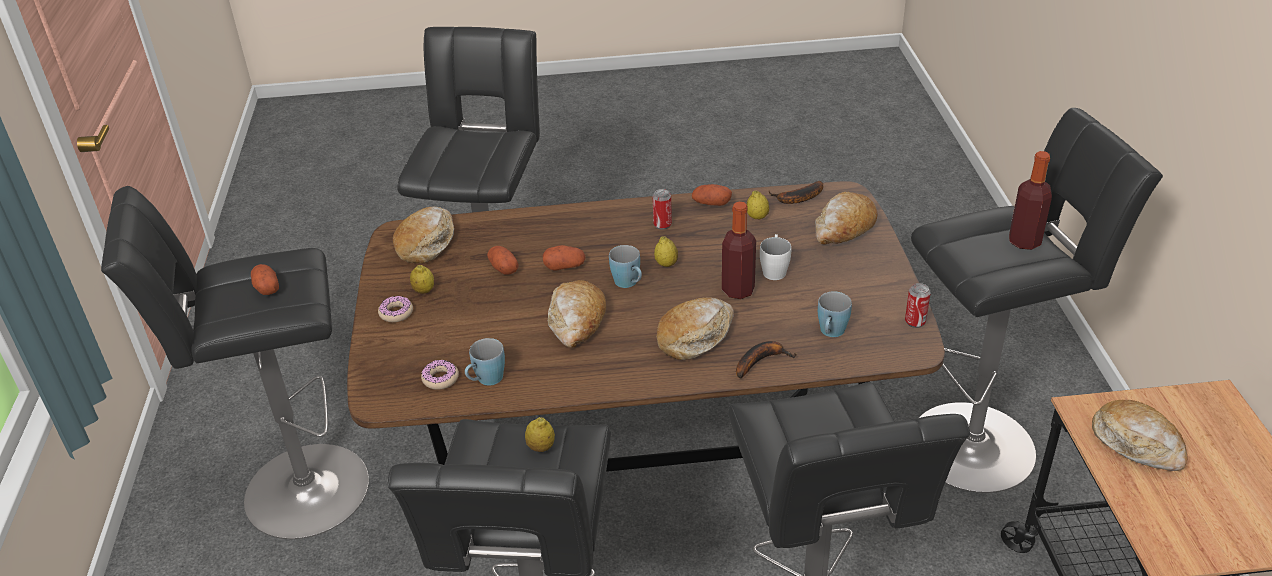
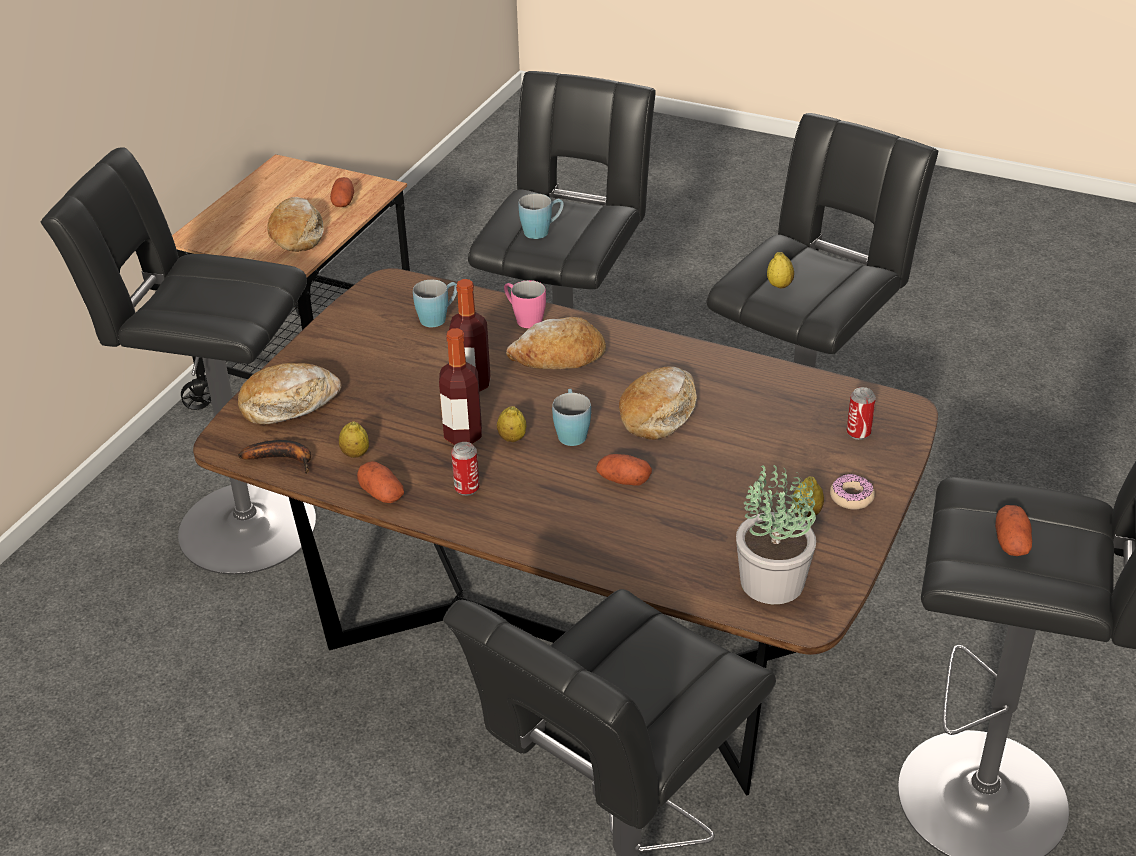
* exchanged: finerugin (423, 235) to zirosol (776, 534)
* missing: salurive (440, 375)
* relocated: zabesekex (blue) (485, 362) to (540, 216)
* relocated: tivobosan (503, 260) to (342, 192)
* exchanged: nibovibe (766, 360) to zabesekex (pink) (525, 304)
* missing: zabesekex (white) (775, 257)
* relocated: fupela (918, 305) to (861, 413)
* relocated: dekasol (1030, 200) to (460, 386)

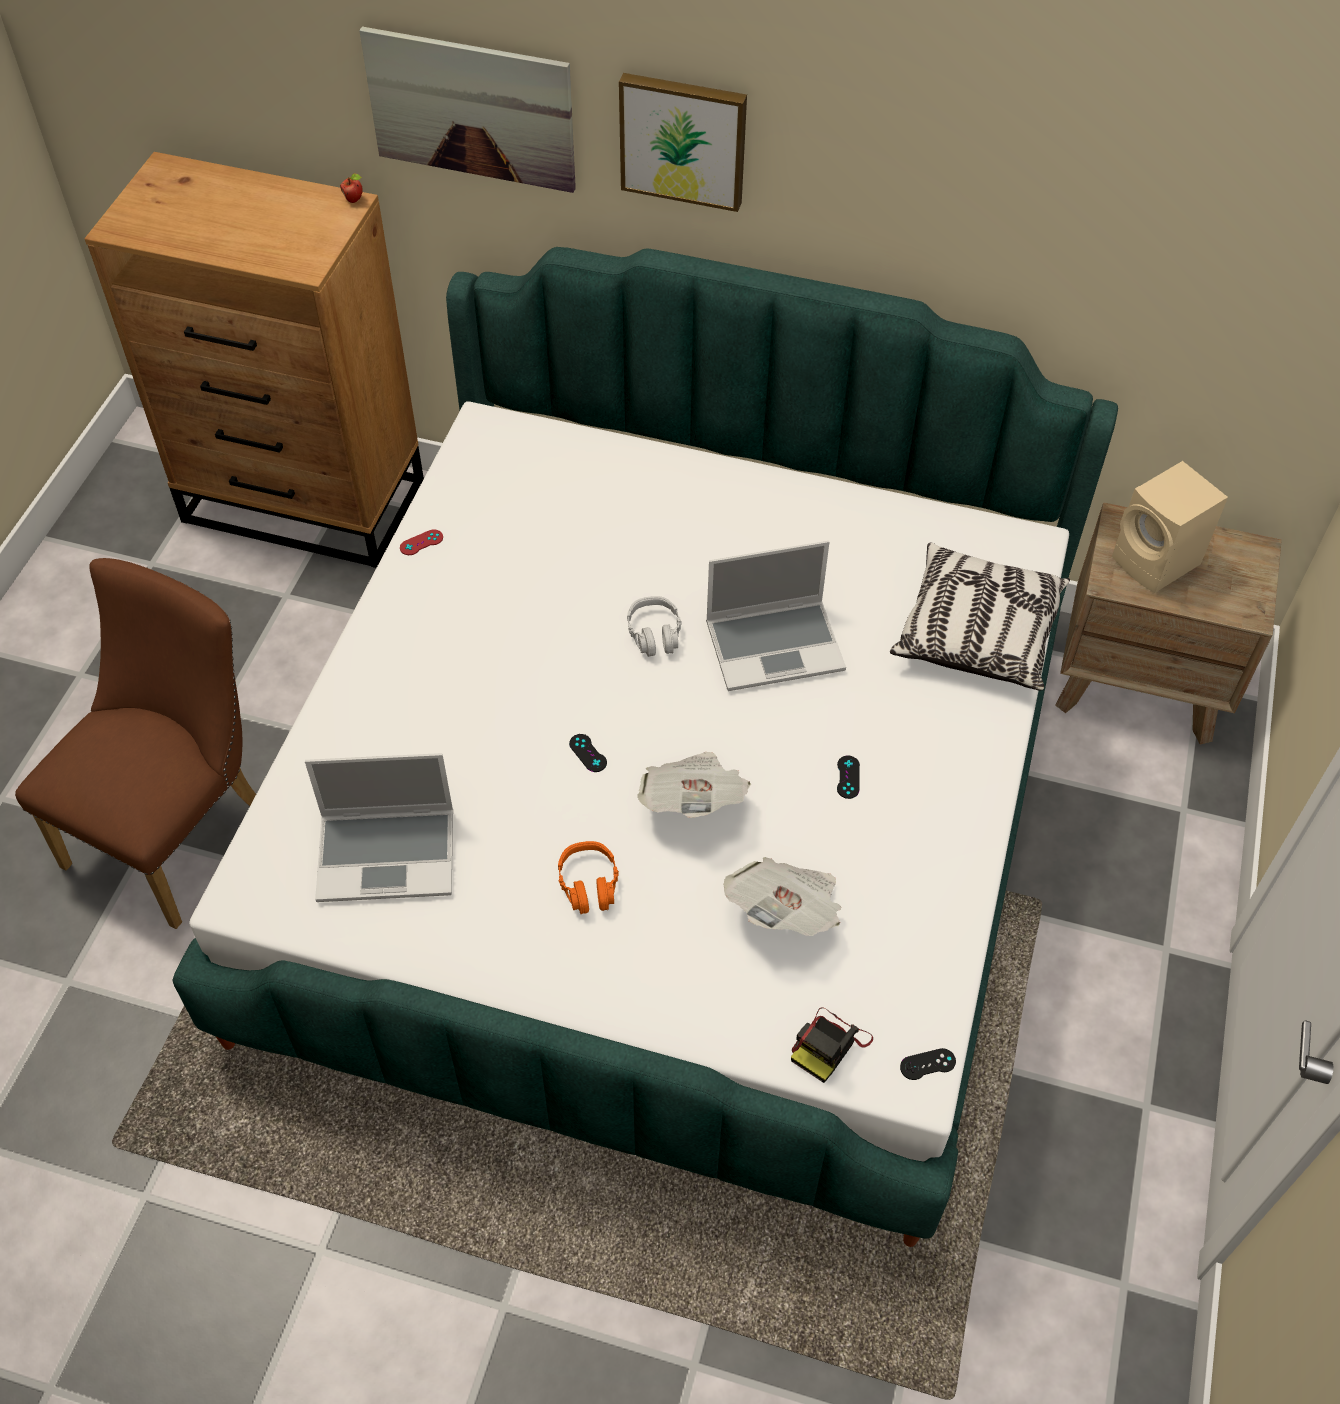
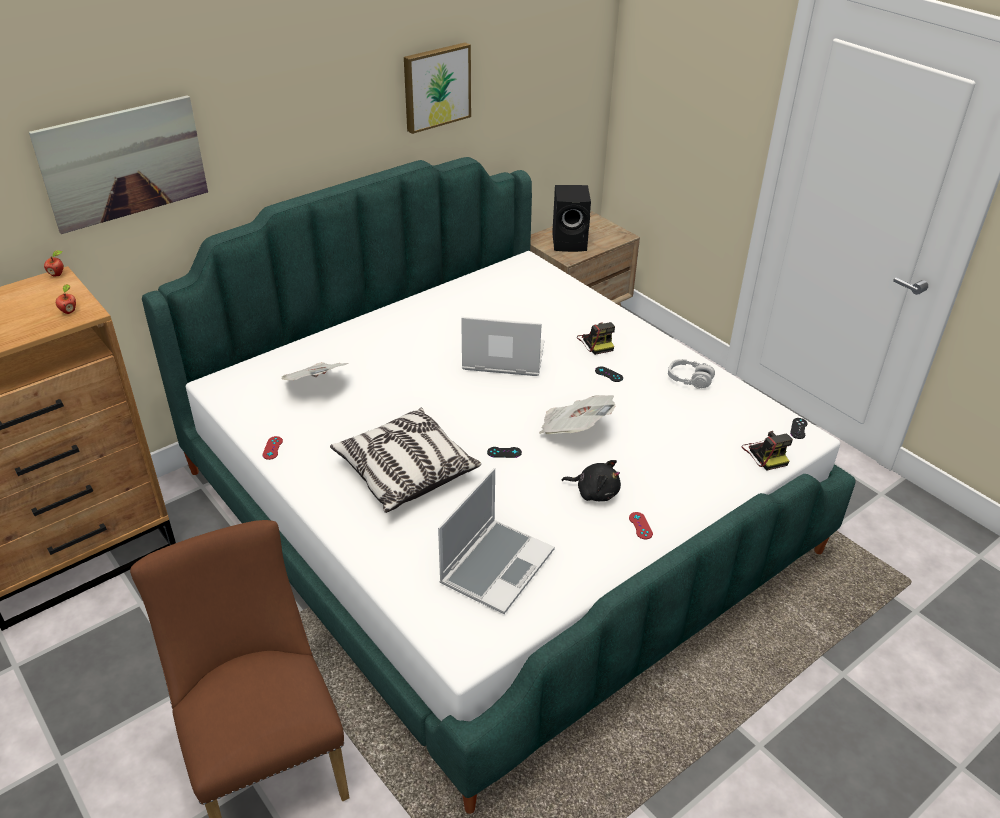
* exchanged: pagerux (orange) (588, 877) to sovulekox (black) (591, 480)
* relocated: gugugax (683, 142) to (437, 88)
* relocated: pagerux (grey) (654, 626) to (691, 373)
* spun: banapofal (776, 616) = (502, 346) 105 degrees counterclockwise
* relocated: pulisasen (782, 896) to (315, 371)
* relocated: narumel (980, 616) to (405, 460)
* colour: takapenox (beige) (1170, 527) to takapenox (black) (571, 218)
* appeared: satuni (66, 299)
* appeared: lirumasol (596, 338)
* appeared: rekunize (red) (641, 525)

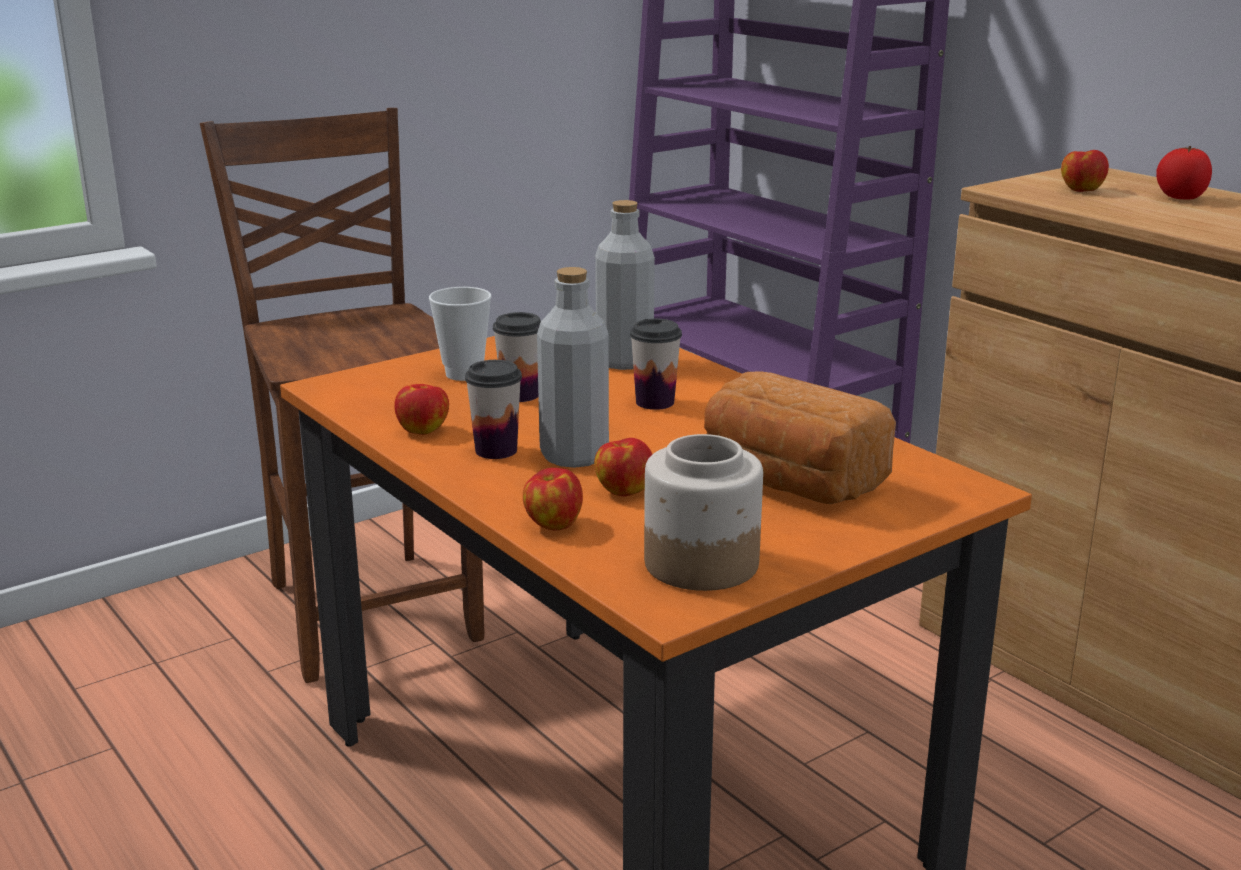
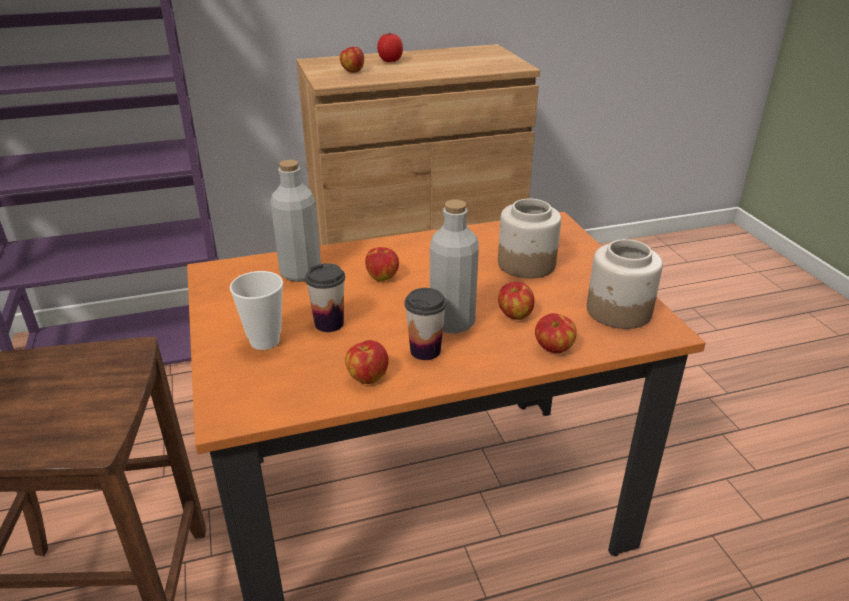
* exchanged: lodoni (656, 364) to satuni (382, 264)
* exchanged: finerugin (800, 437) to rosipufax (529, 238)

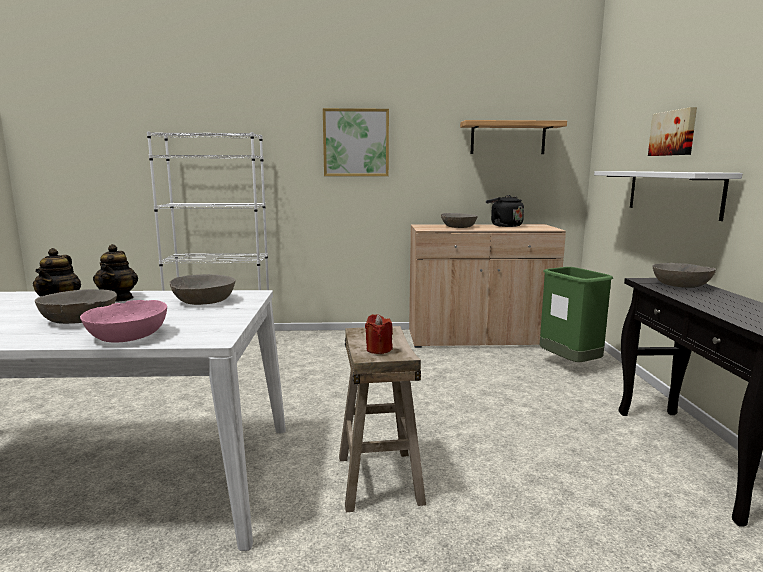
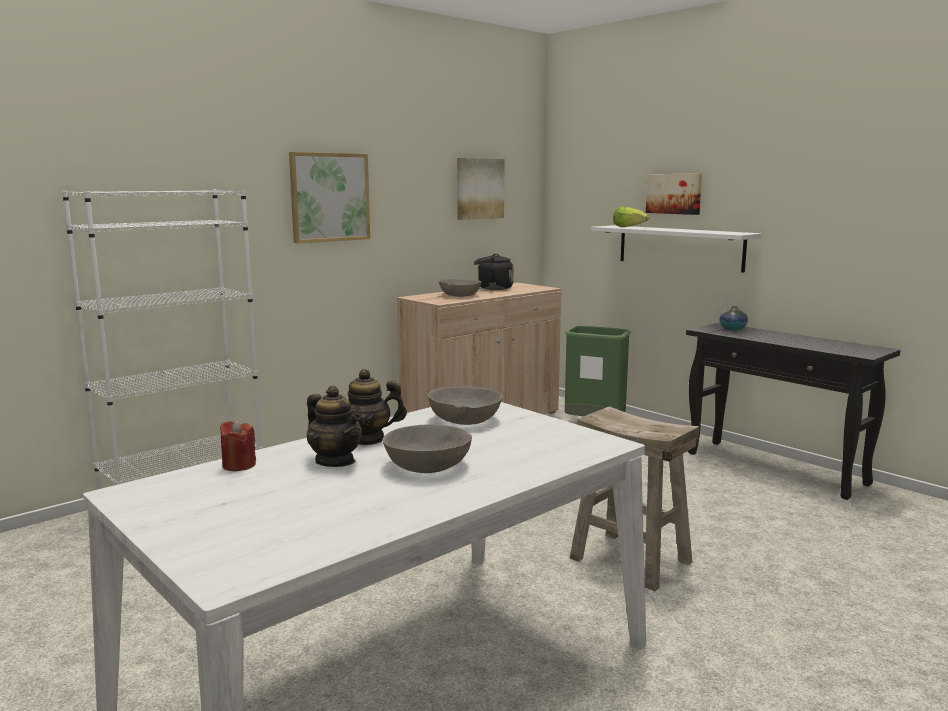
* missing: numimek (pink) (123, 321)
* spun: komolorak (115, 272) = (366, 407) 135 degrees clockwise
* relocated: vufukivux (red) (379, 334) to (238, 445)
* exchanged: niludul (513, 137) to gugugax (481, 189)
* exchanged: numimek (grey) (684, 275) to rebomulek (733, 318)
* appeared: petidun (631, 216)

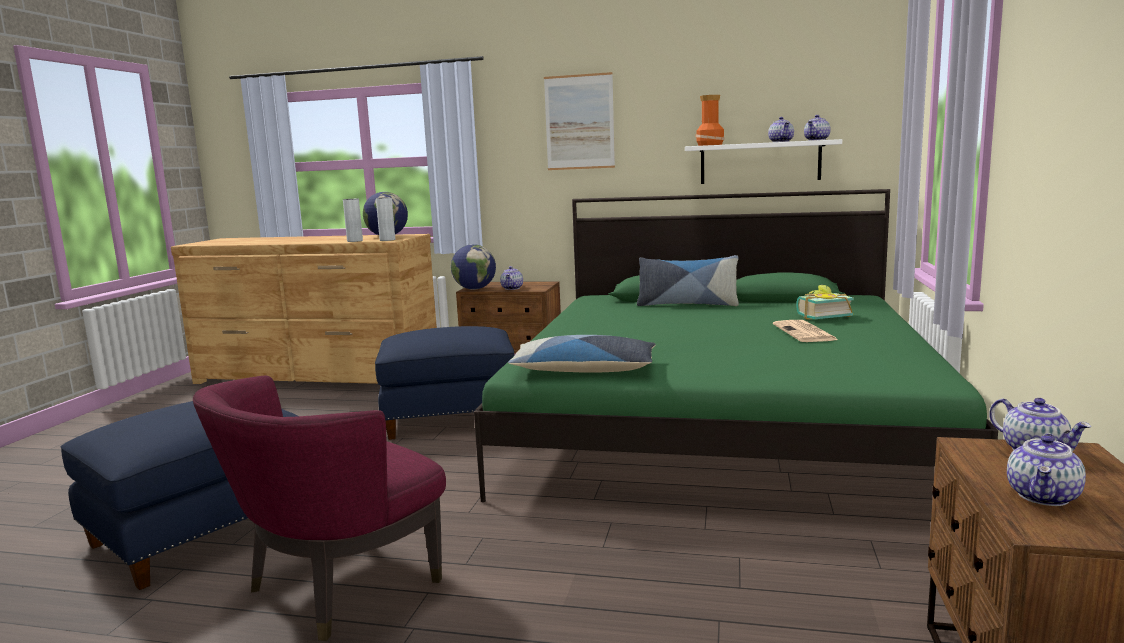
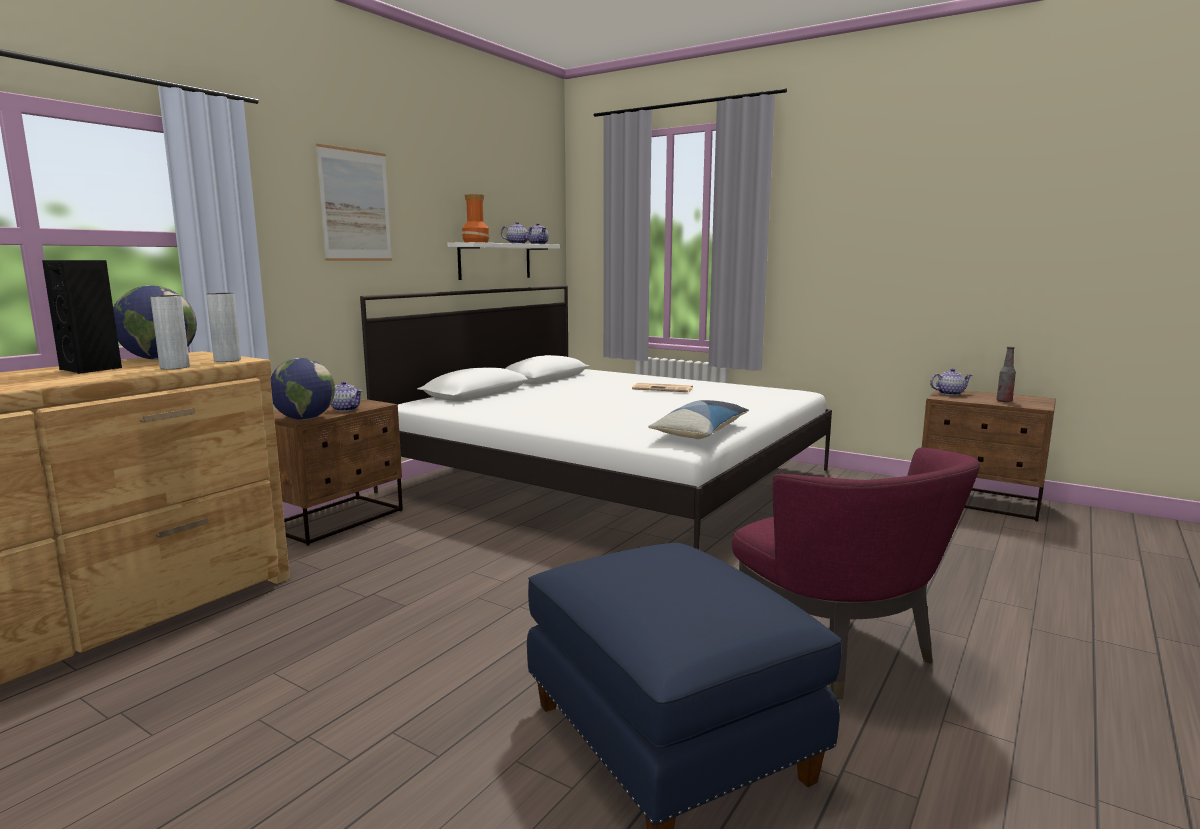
* missing: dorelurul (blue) (445, 383)
* colour: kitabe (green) (736, 345) to kitabe (white) (596, 417)
* missing: narumel (688, 280)
* missing: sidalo (825, 302)
* exchanged: komolorak (1046, 469) to dekasol (1006, 374)
* appeared: takapenox (black) (82, 317)

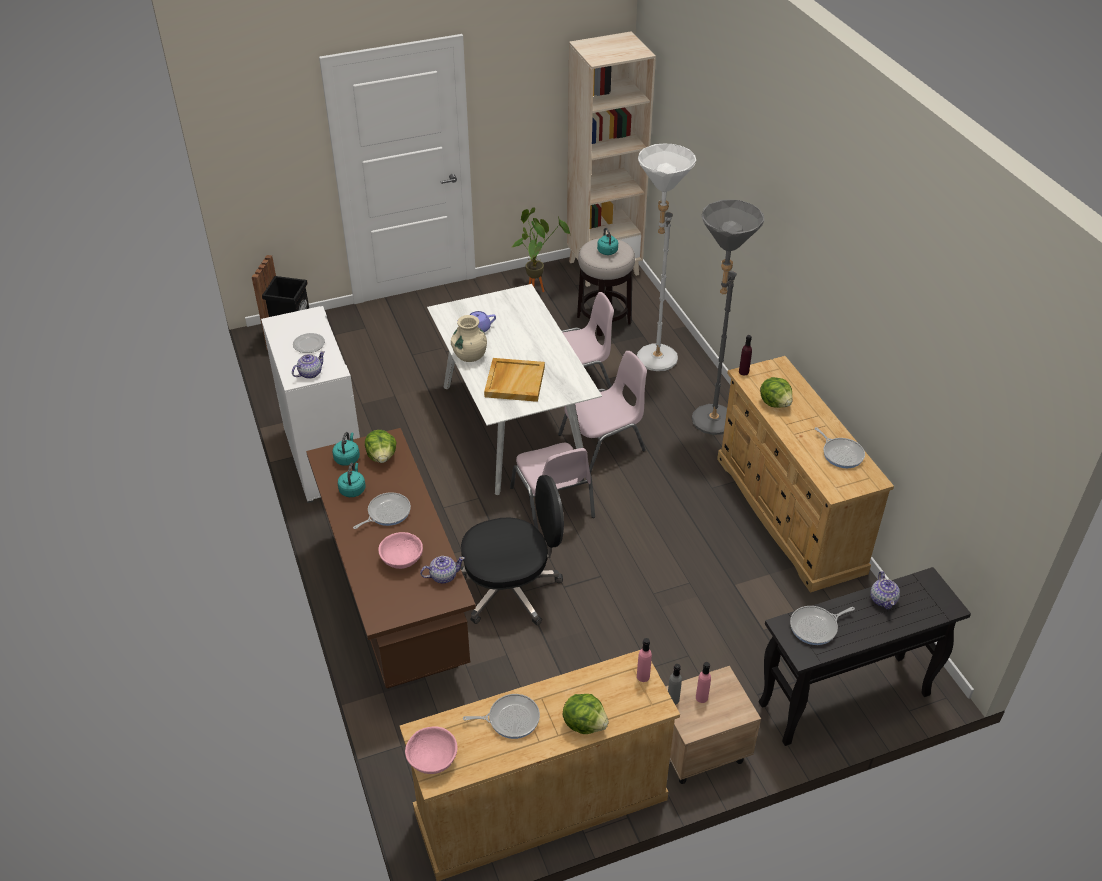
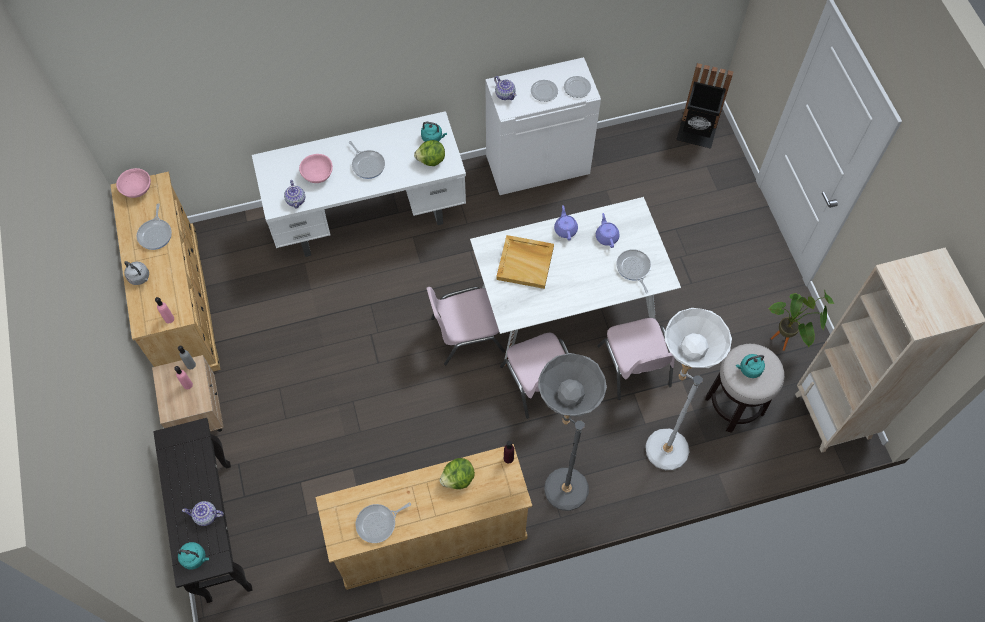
* colour: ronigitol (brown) (391, 558) to ronigitol (white) (359, 184)
* relocated: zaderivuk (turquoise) (352, 480) to (193, 556)
* exchanged: rebomulek (beige) (469, 338) to komolorak (purple) (566, 223)
* missing: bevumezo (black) (512, 550)
* exchanged: petidun (585, 714) to zaderivuk (grey) (136, 273)
* relocated: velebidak (822, 625) to (633, 271)
* appeared: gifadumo (577, 87)

